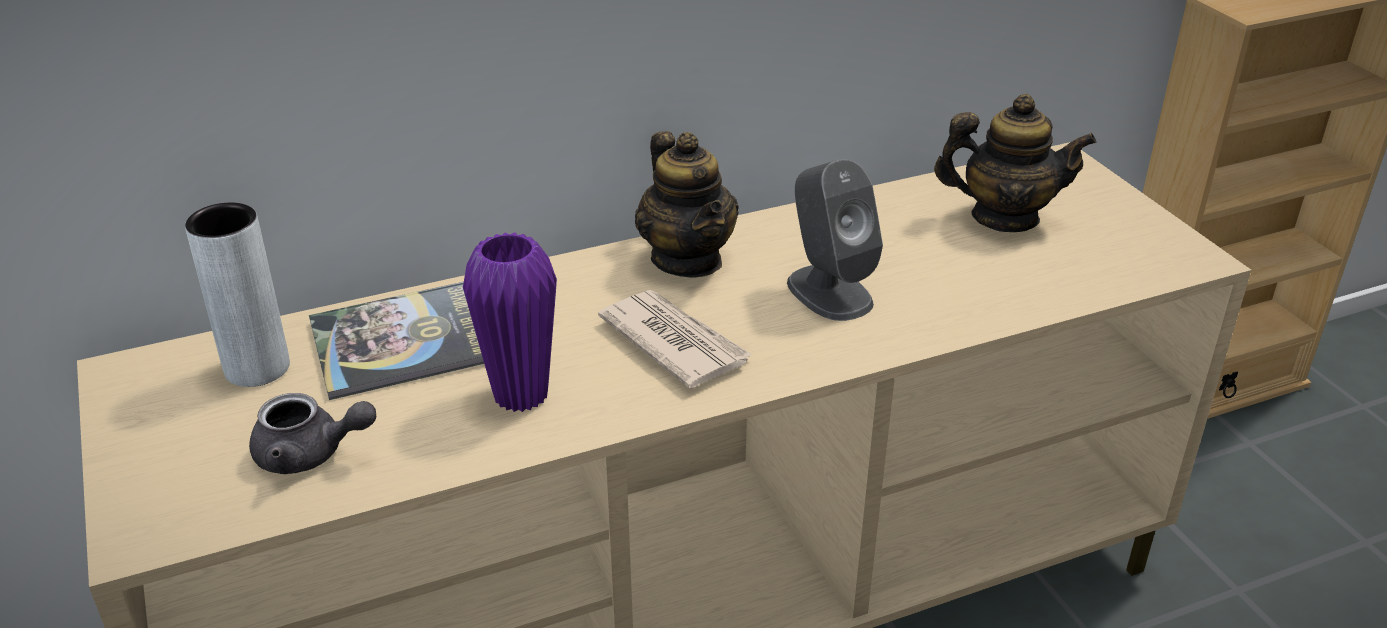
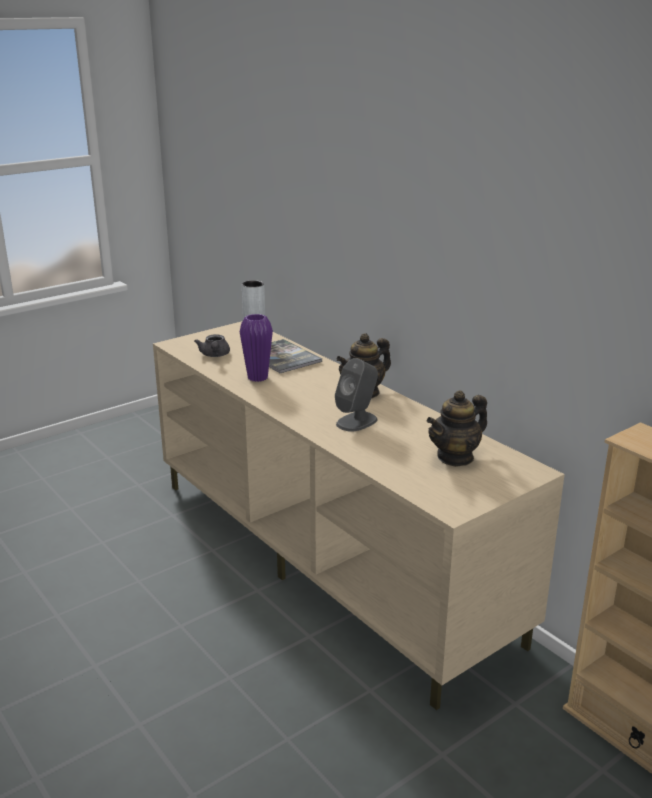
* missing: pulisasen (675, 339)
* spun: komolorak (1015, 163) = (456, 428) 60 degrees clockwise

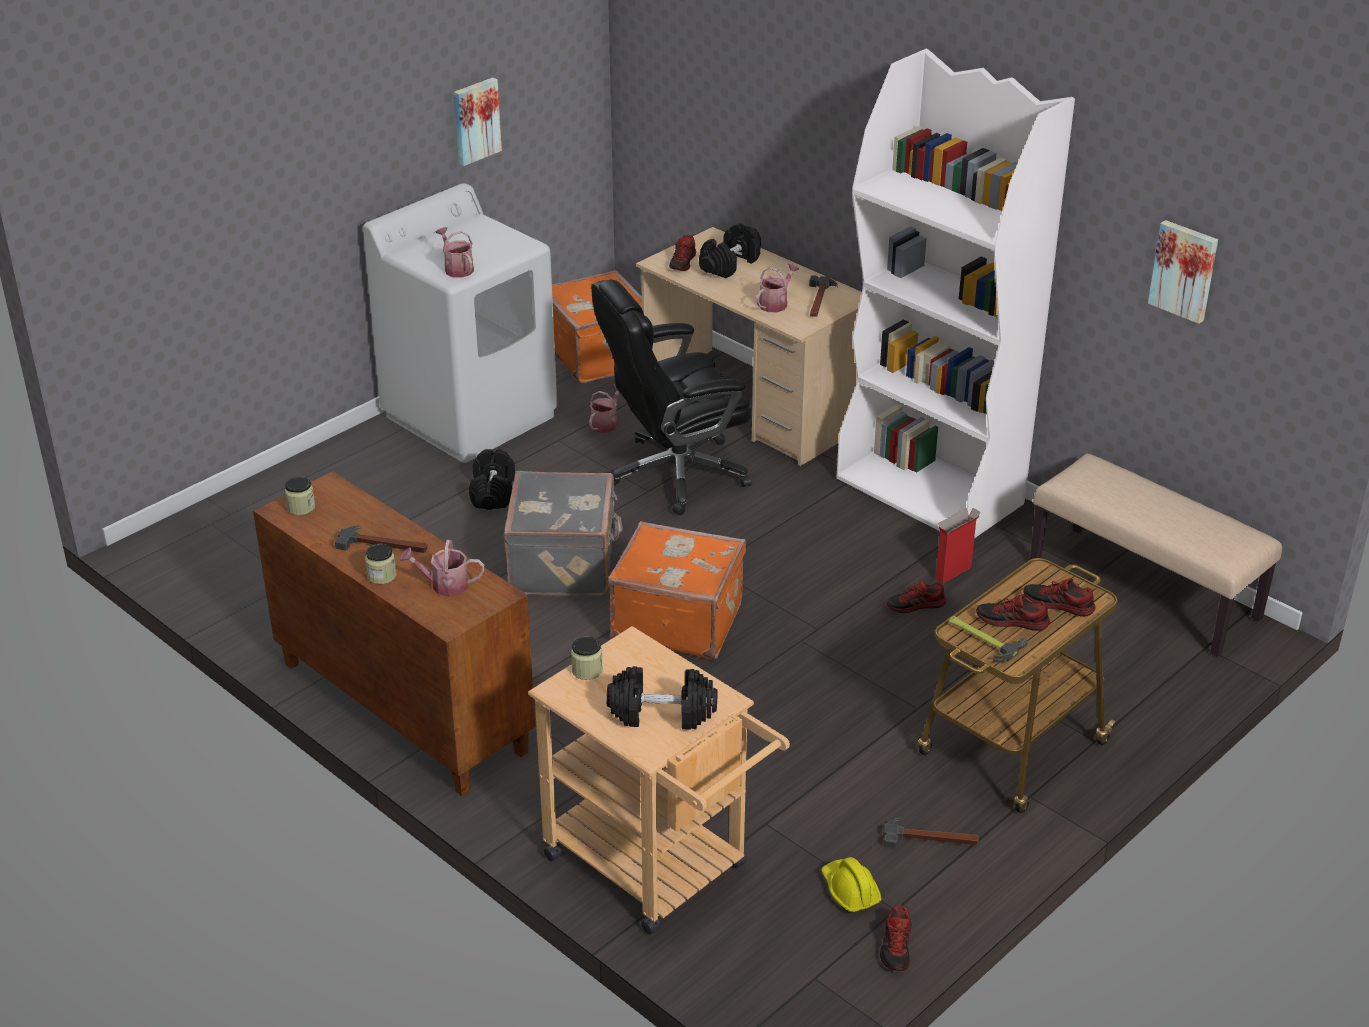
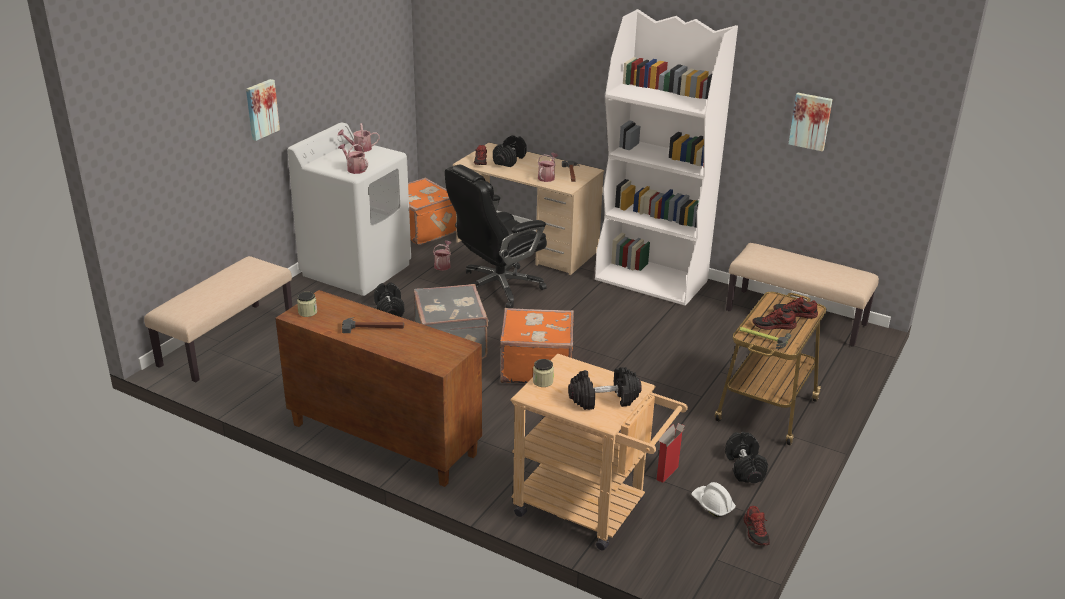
* missing: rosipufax (381, 564)
* relocated: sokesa (442, 568) to (359, 137)
* relocated: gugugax (478, 121) to (263, 110)
* colour: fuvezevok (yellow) (851, 884) to fuvezevok (white) (713, 499)
* exchanged: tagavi (931, 833) to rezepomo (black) (746, 457)
* missing: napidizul (916, 596)
* relocated: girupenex (958, 545) to (671, 453)
* appeared: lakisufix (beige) (218, 319)

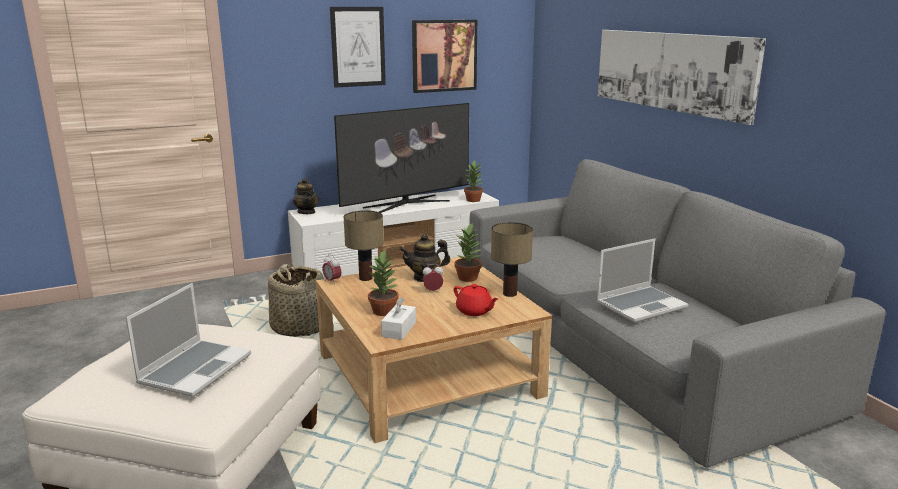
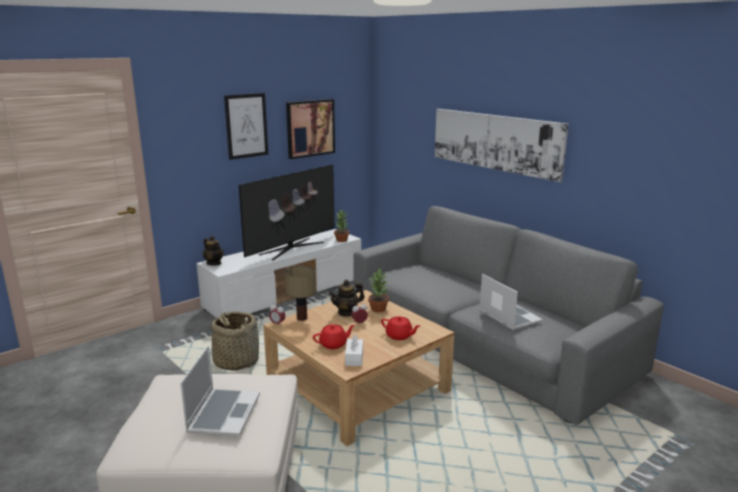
* exchanged: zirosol (383, 282) to komolorak (red) (334, 336)
* missing: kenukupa (512, 259)
* spun: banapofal (642, 281) = (511, 302) 75 degrees counterclockwise

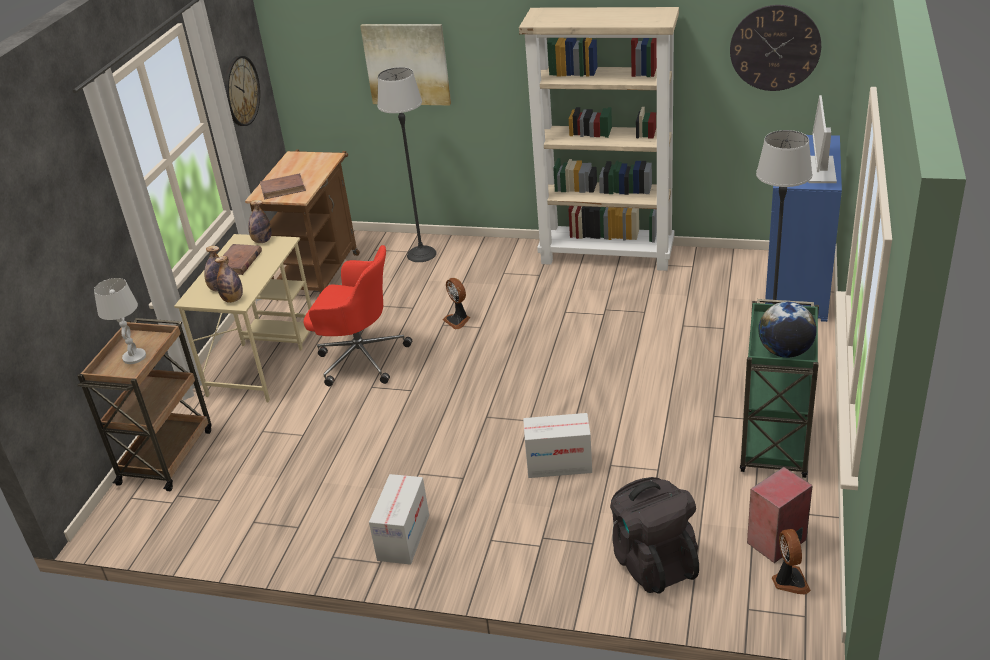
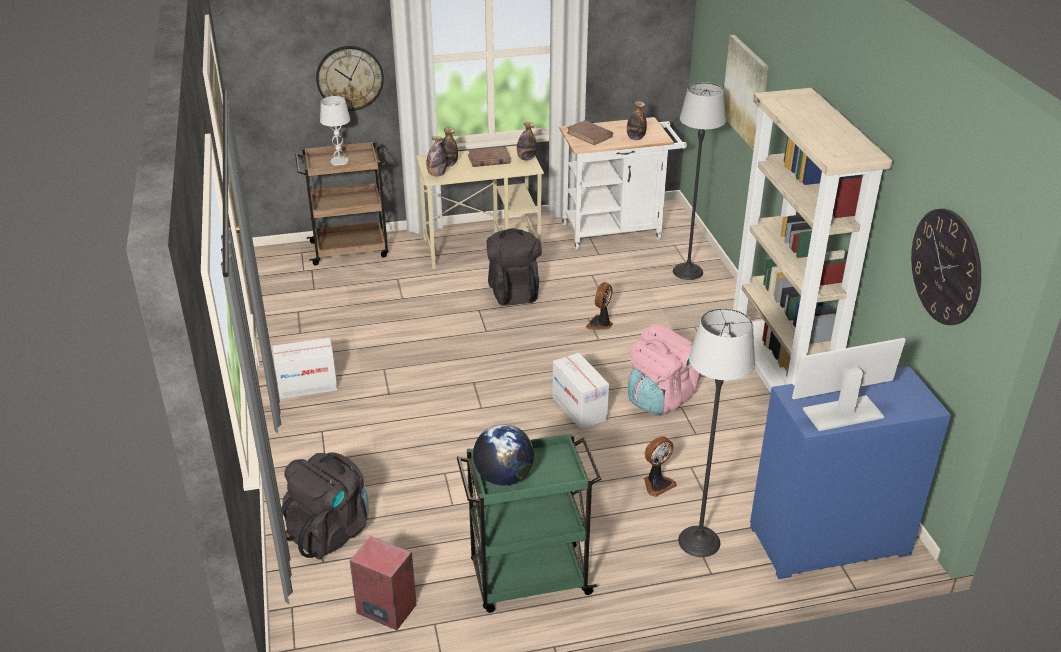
* relocated: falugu (242, 91) to (350, 78)
* colour: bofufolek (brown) (302, 225) to bofufolek (white) (623, 183)
* exchanged: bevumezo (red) (358, 315) to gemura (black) (514, 267)
* relocated: girupenex (557, 445) to (580, 391)
* relocated: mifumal (791, 561) to (660, 466)
* appeared: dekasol (637, 120)
* appeared: gemura (pink) (665, 370)

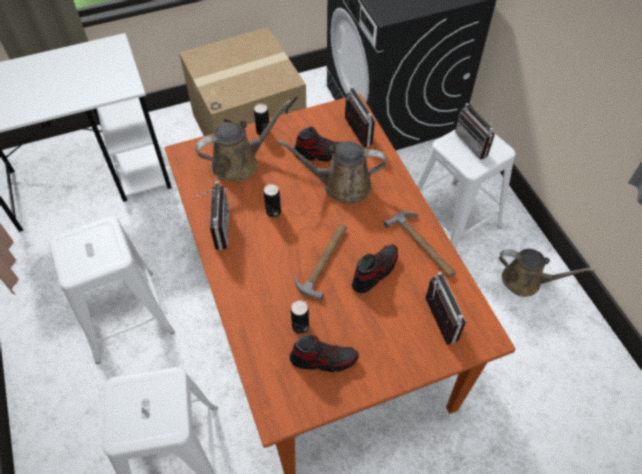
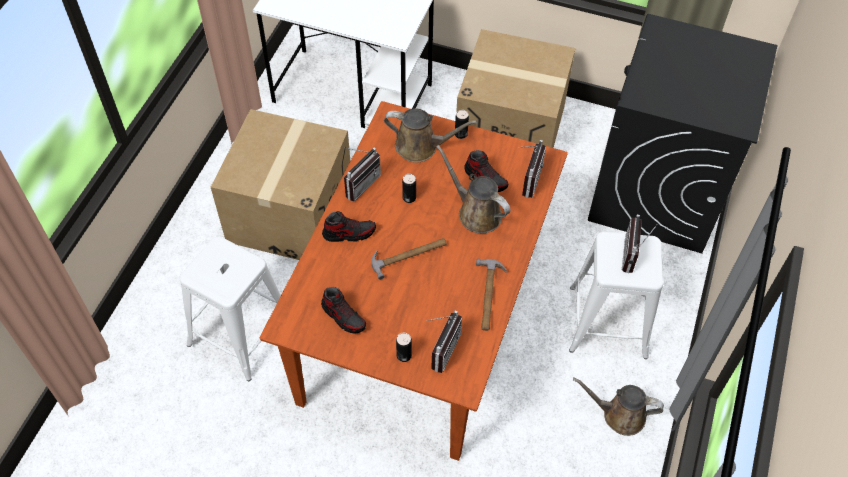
* exchanged: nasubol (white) (112, 290) to girupenex (280, 184)
* relocated: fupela (300, 317) to (404, 347)
* relocated: napidizul (375, 268) to (349, 226)
* spun: sokesa (brown) (547, 273) = (618, 406) 135 degrees clockwise

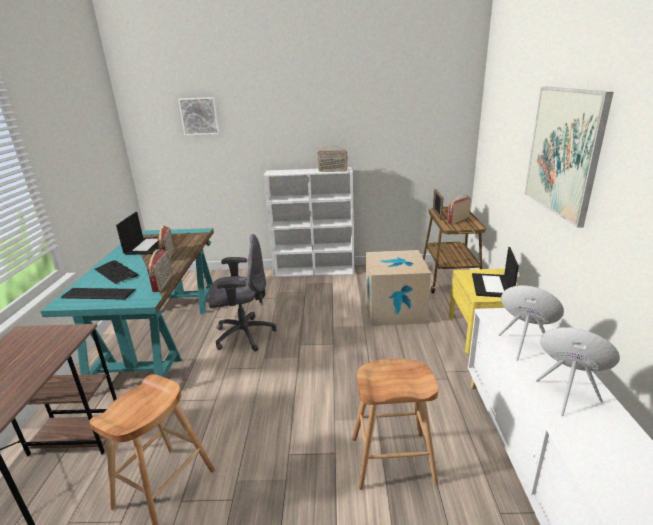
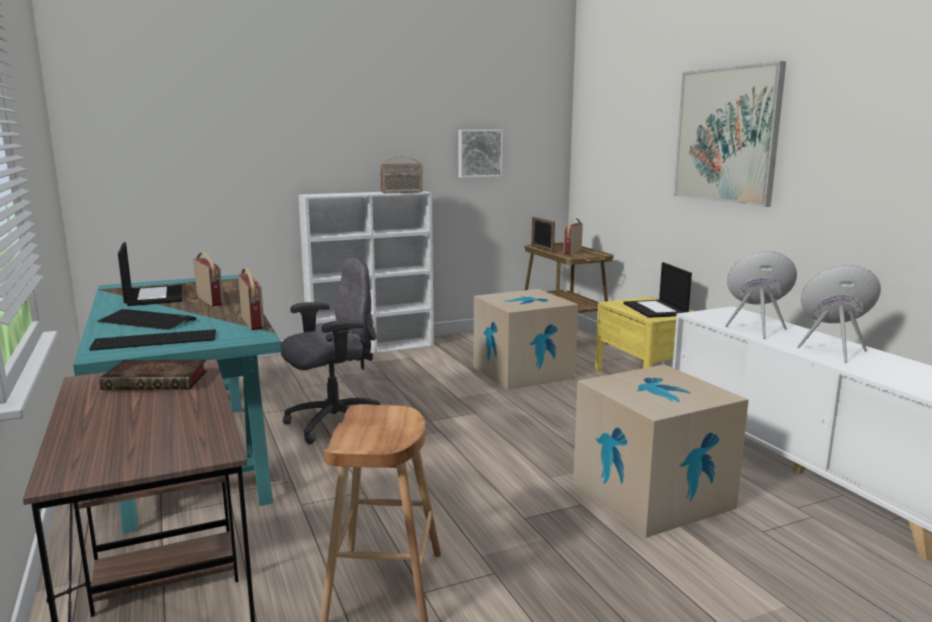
* relocated: gugugax (199, 116) to (480, 154)
* exchanged: nasubol (brown) (395, 424) to girupenex (661, 451)
* appeared: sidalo (153, 375)

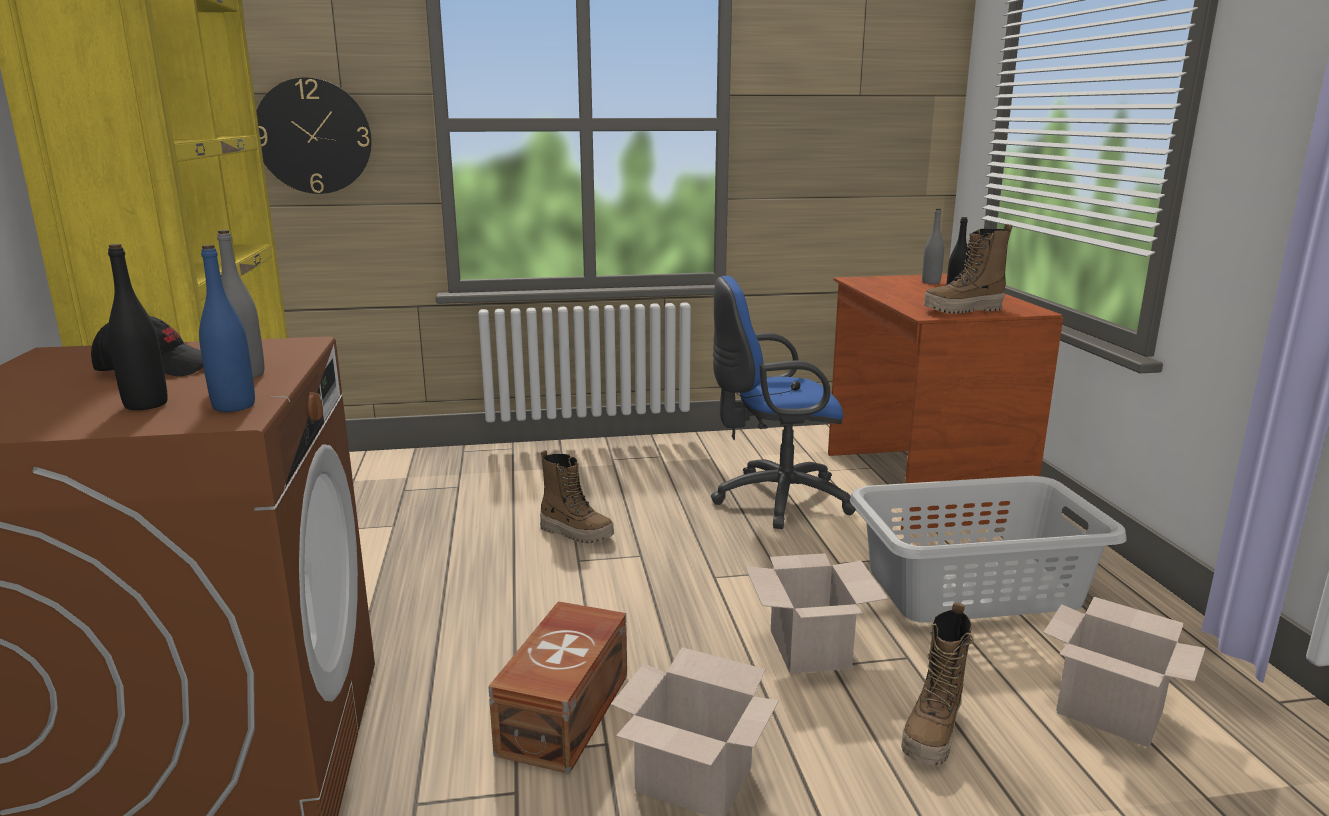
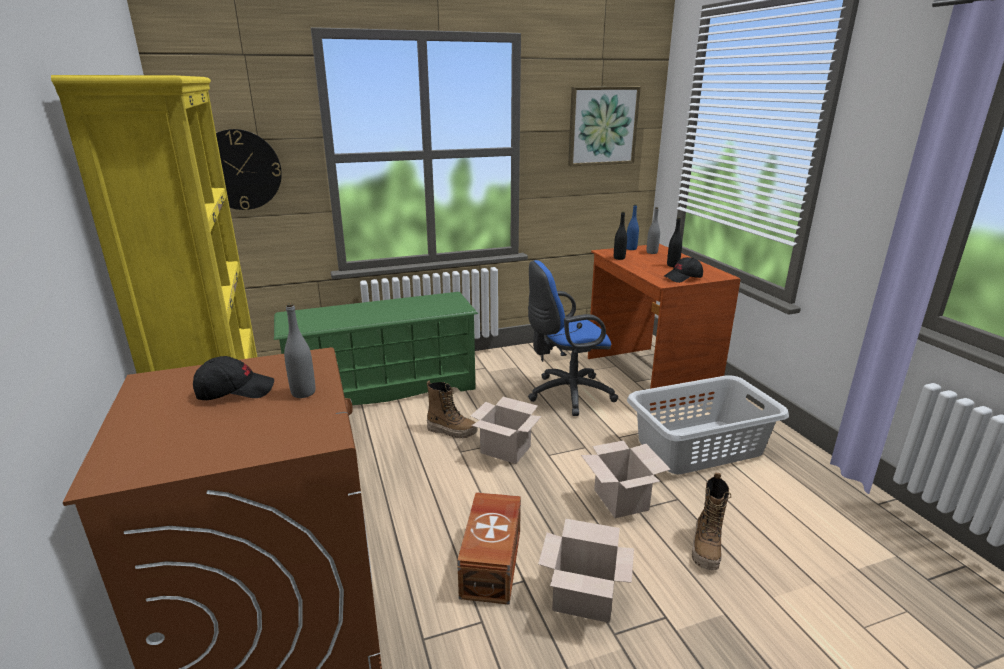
* relocated: dekasol (black) (138, 327) to (620, 236)
* relocated: dekasol (blue) (227, 328) to (632, 227)
* exchanged: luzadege (968, 269) to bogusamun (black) (683, 270)
* relocated: girupenex (1124, 672) to (506, 430)
* appeared: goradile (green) (376, 348)
* appeared: gugugax (604, 126)

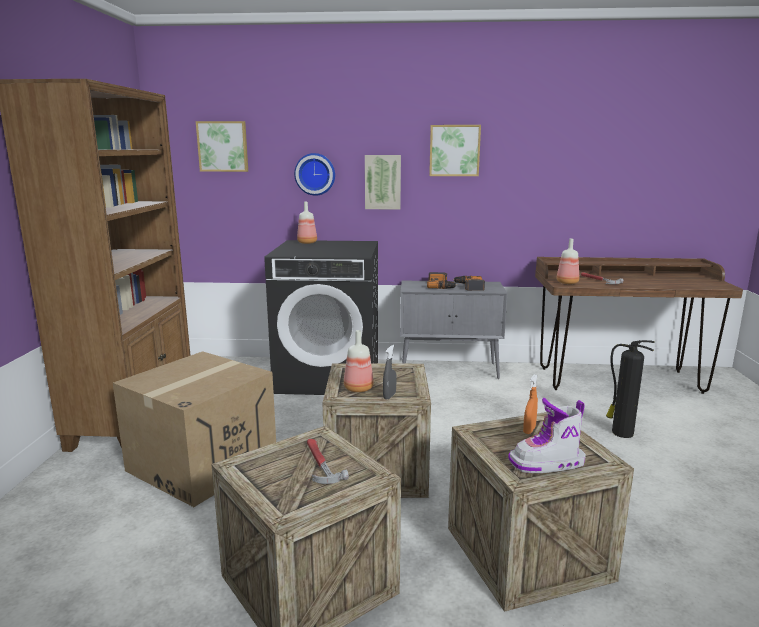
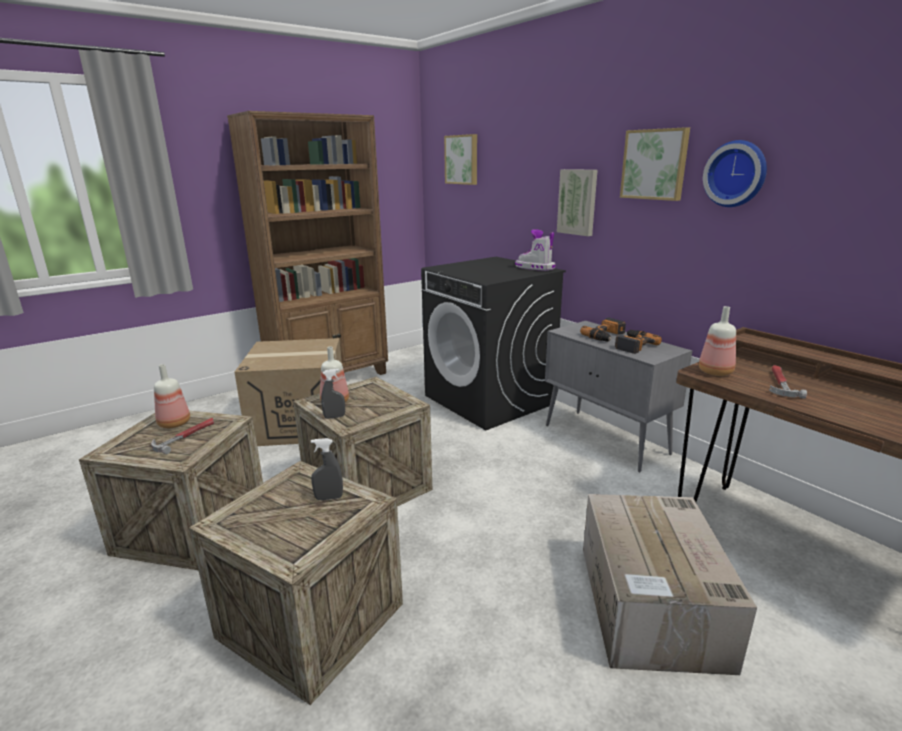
* relocated: falugu (314, 174) to (735, 173)
* relocated: dekasol (307, 223) to (172, 396)
* relocated: luzadege (547, 435) to (535, 250)
* colour: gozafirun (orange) (530, 404) to gozafirun (grey) (327, 469)
* exchanged: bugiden (630, 389) to girupenex (670, 584)

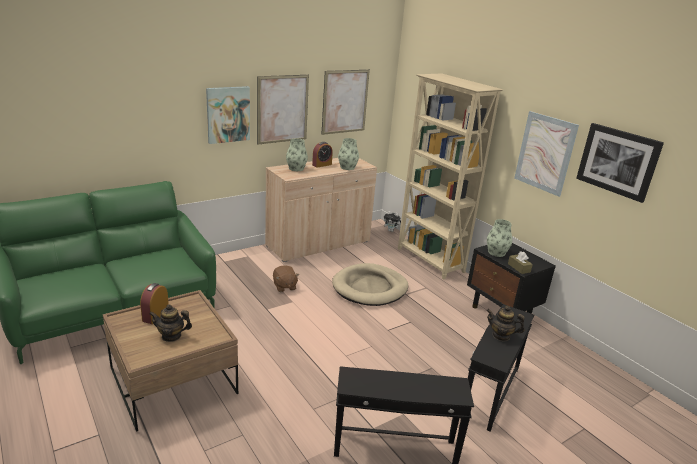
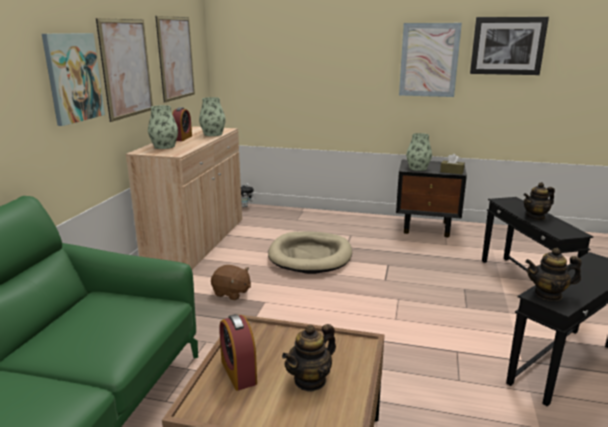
* missing: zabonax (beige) (450, 176)
* appeared: komolorak (553, 274)

